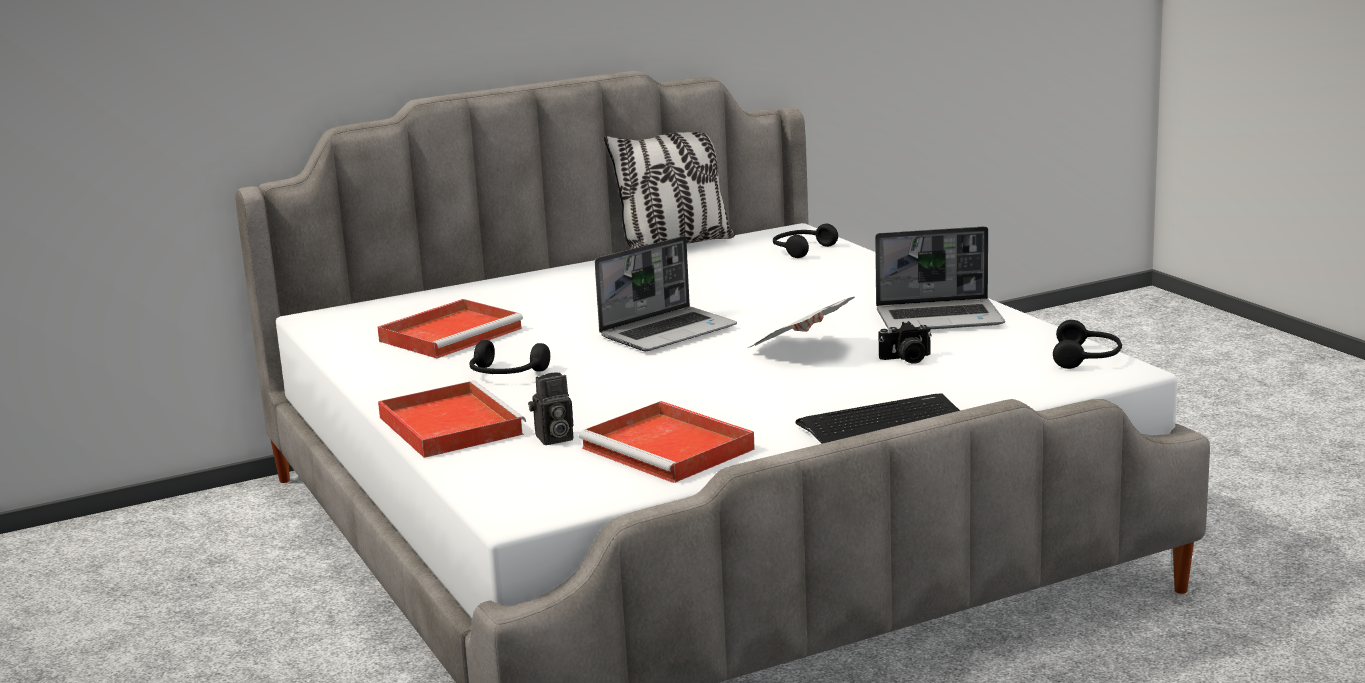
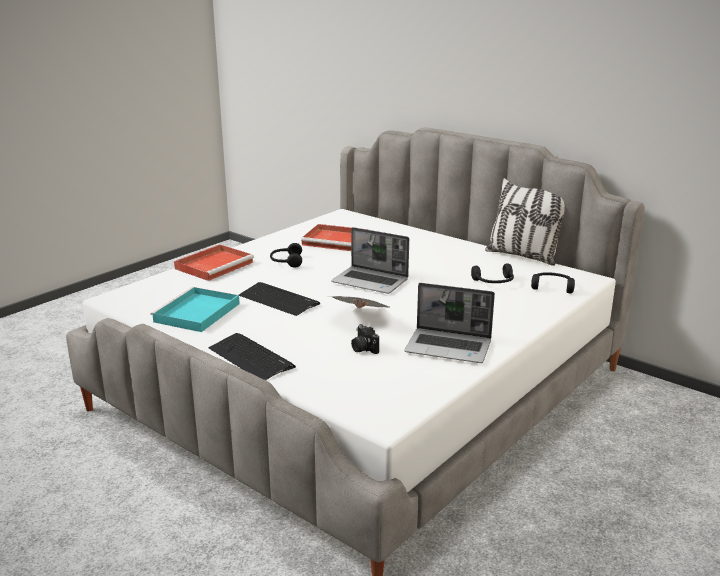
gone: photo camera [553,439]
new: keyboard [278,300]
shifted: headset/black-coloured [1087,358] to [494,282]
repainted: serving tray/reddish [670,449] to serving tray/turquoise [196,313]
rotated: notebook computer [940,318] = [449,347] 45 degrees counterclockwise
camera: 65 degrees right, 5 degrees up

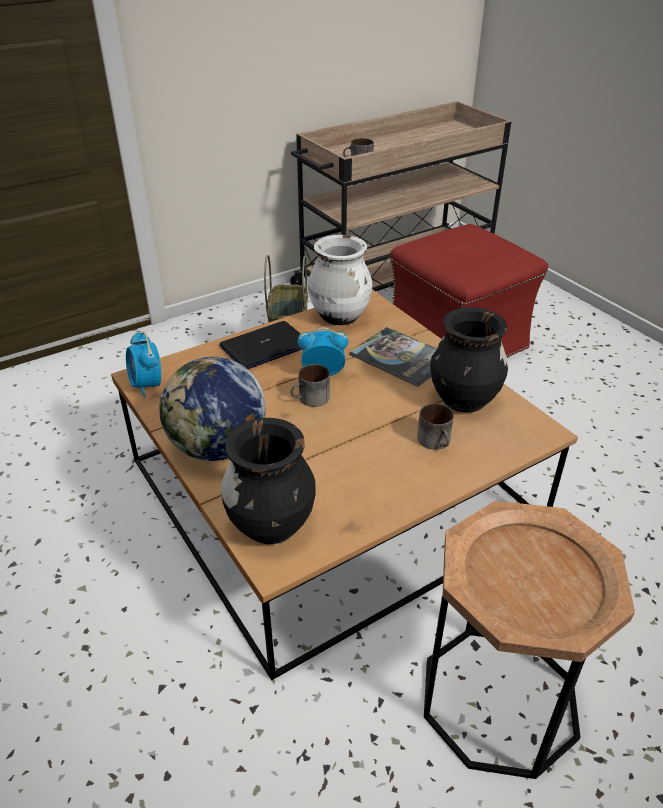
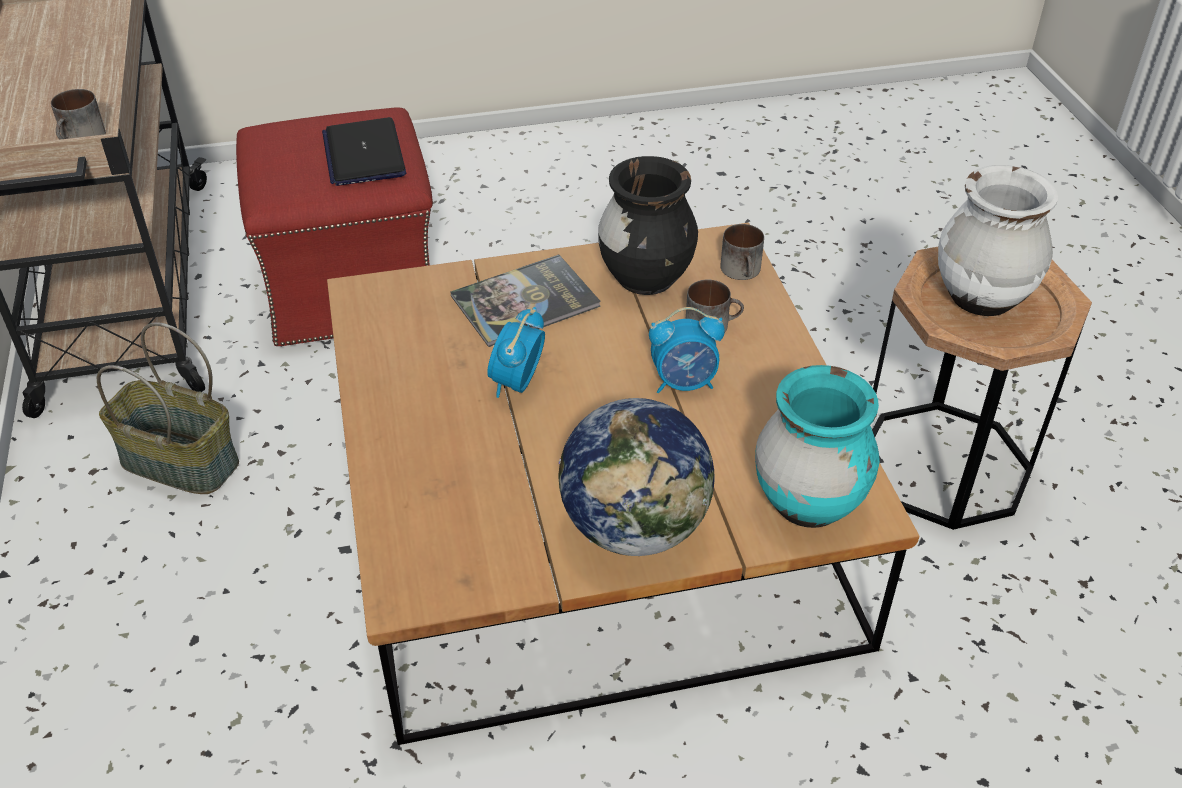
shifted: vase/white-coloured [339,317] to [980,299]; notebook computer [265,346] to [364,154]; alarm clock [147,385] to [684,383]; tea mug [311,399] to [743,271]
repainted: vase/black-coloured [271,525] to vase/turquoise [807,503]
camera: 70 degrees left, 5 degrees up

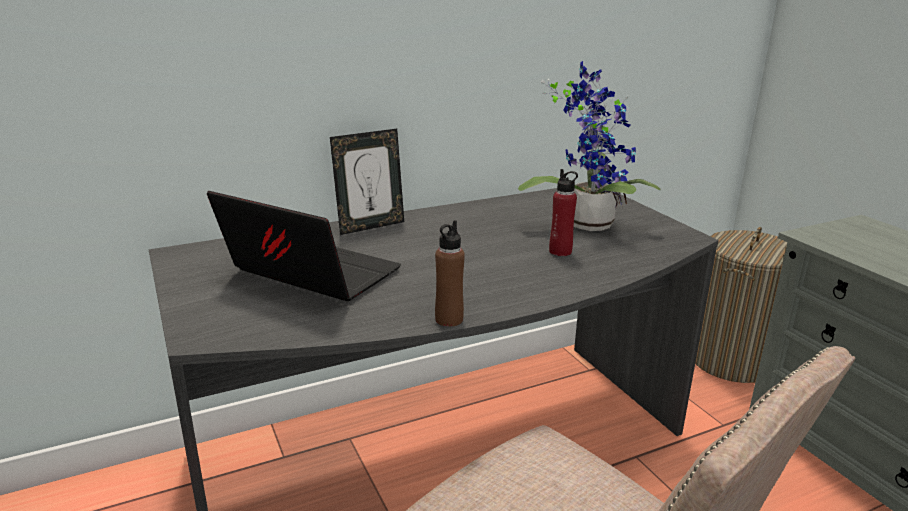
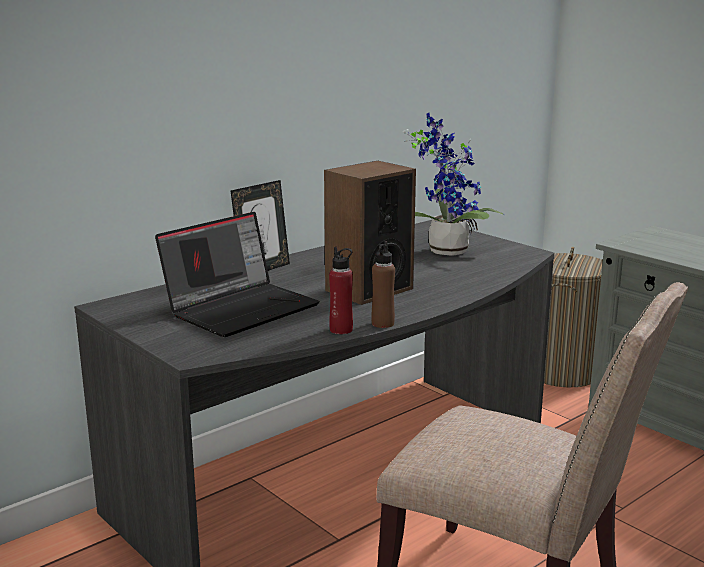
new: loudspeaker [368,289]
shifted: drink bottle/reddish [560,251] to [341,330]
rotated: notebook computer [308,275] = [242,308] 120 degrees clockwise
camera: 15 degrees left, 5 degrees down

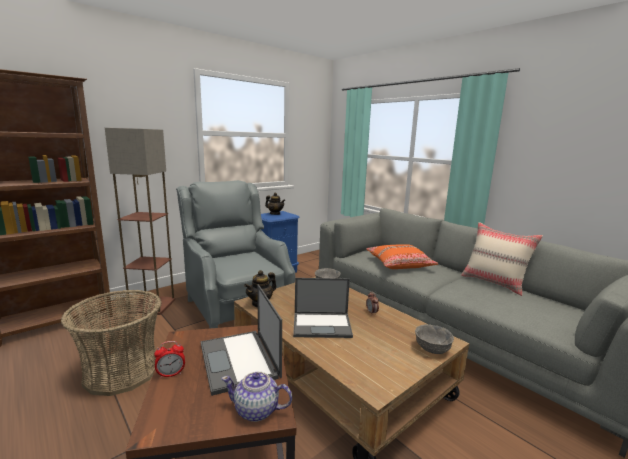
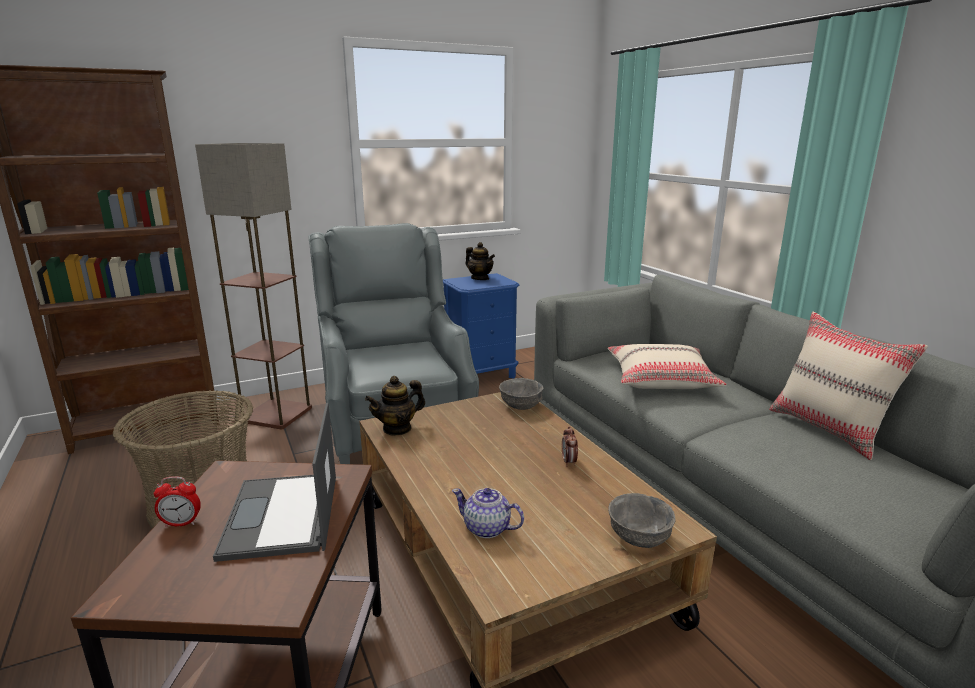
gone: notebook computer [322,325]
shifted: teapot [257,410] to [487,528]
repainted: cushion/orange [399,263] to cushion/beige [661,379]
camera: 15 degrees right, 5 degrees up

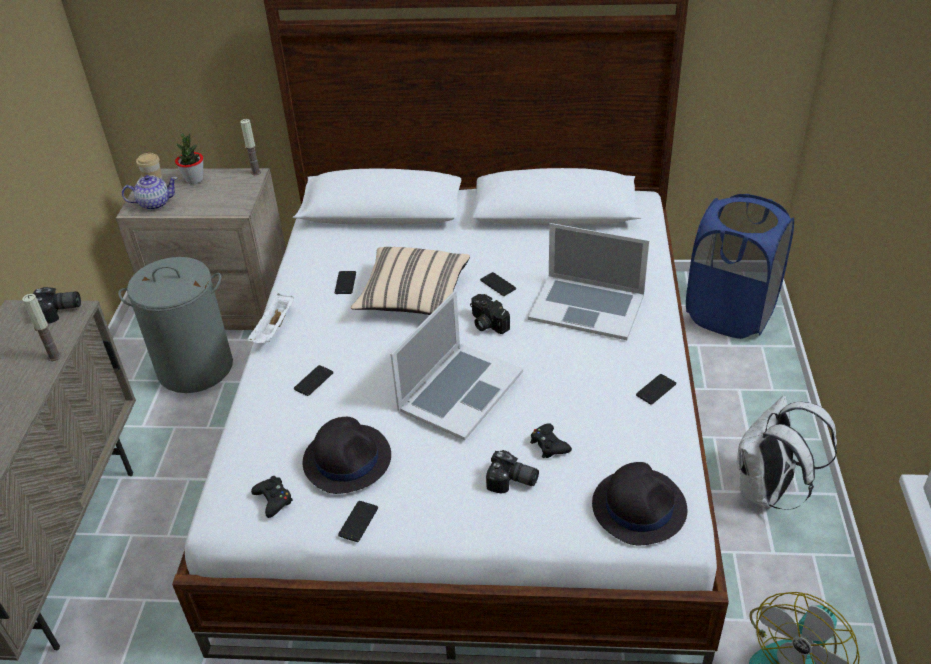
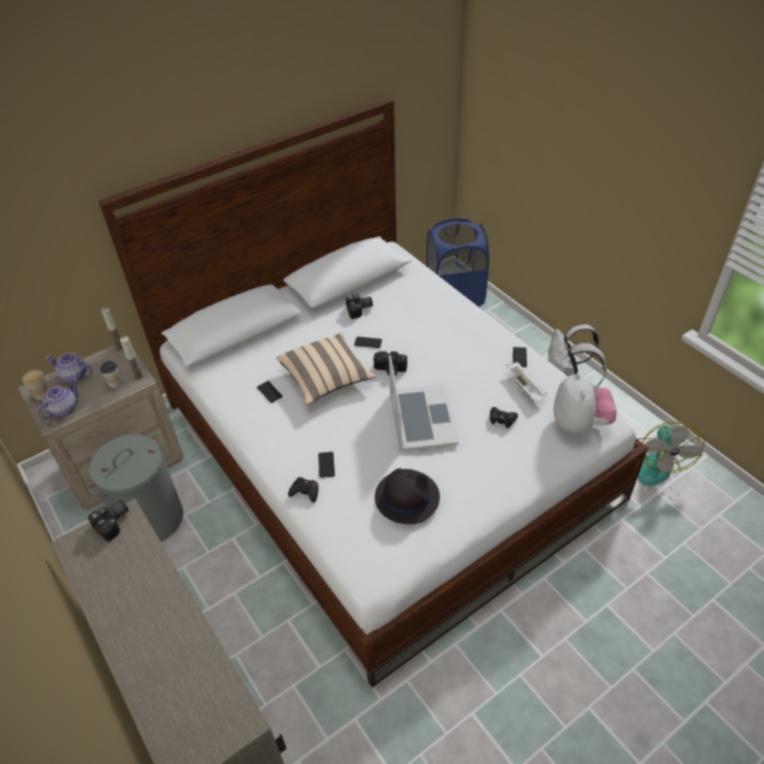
gone: notebook computer [587,306]; phone [358,521]
new: cup [115,383]
shifted: serving tray/white-coloured [274,329] to [525,388]; wax light [54,356] to [138,376]; photo camera [512,482] to [360,310]; game controller/black-coloured [273,500] to [305,492]
swapped: potted plant [194,180] to teapot [74,376]; wearable hat/black-coloured [639,506] to plush toy [579,424]
camera: 40 degrees left, 5 degrees up

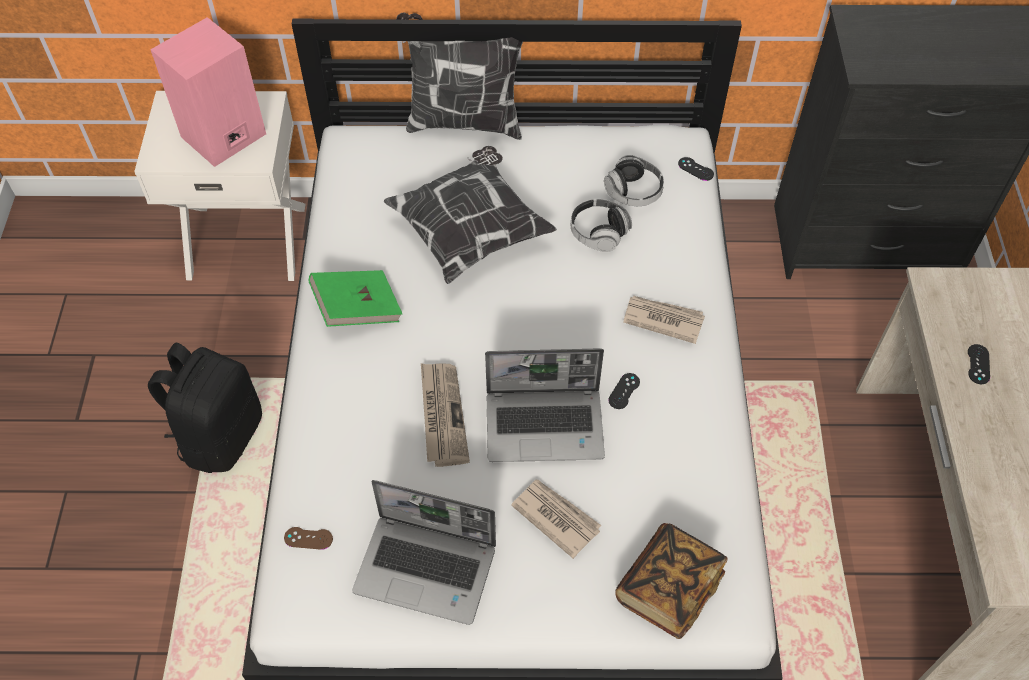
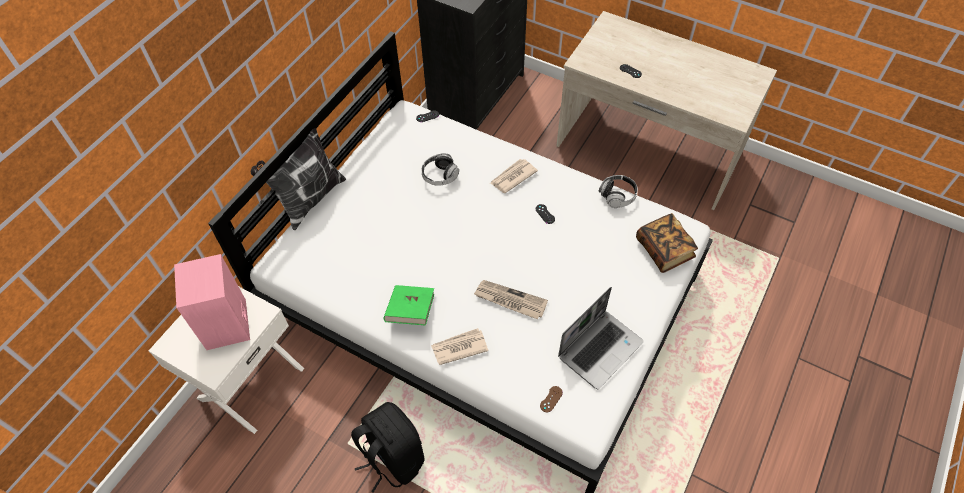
gone: cushion [471,231]; notebook computer [546,425]
shifted: headset [633,192] to [617,196]; printed paper [556,517] to [459,347]
camera: 60 degrees left, 0 degrees up

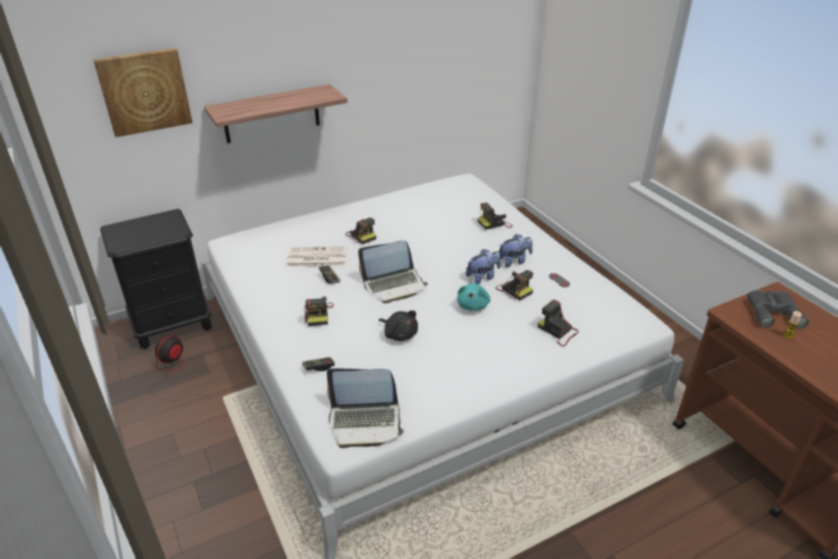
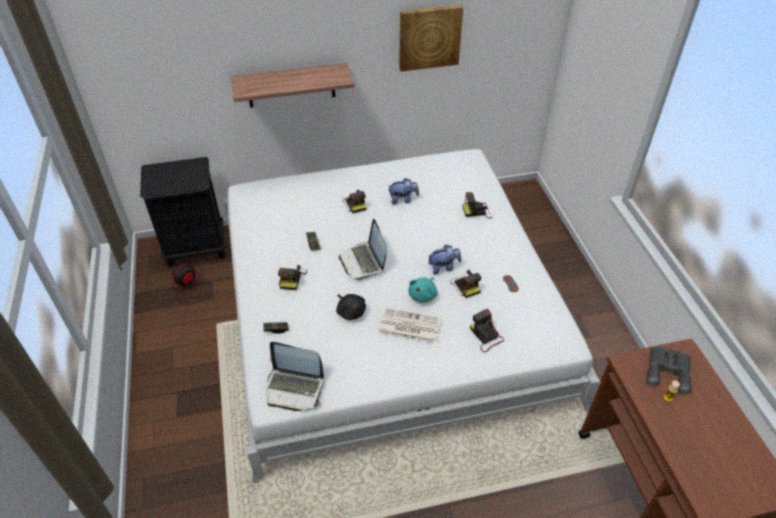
shifted: wall picture [144,91] to [429,37]; plush toy [514,261] to [403,199]; printed paper [316,258] to [408,326]
rotated: notebook computer [394,285] = [364,261] 75 degrees clockwise
camera: 15 degrees right, 10 degrees up

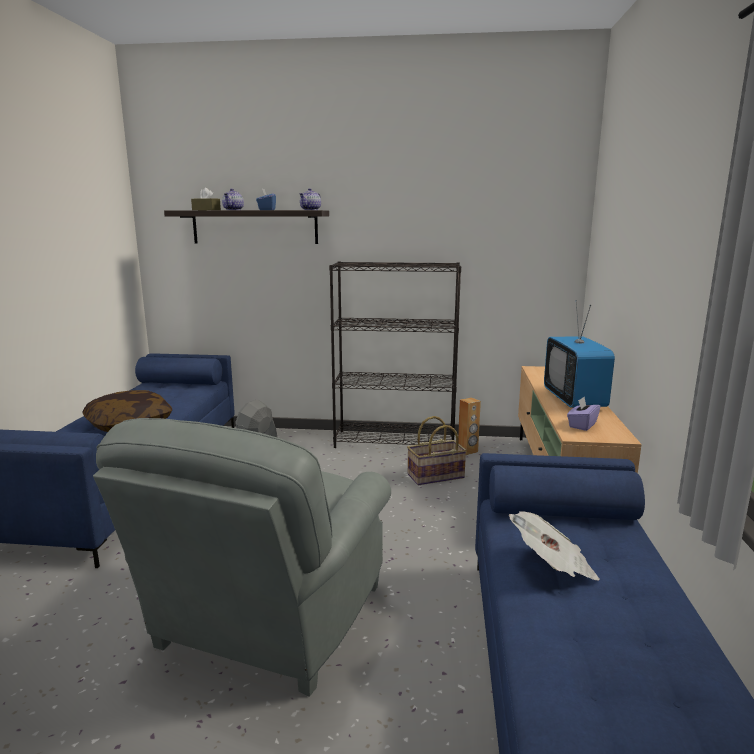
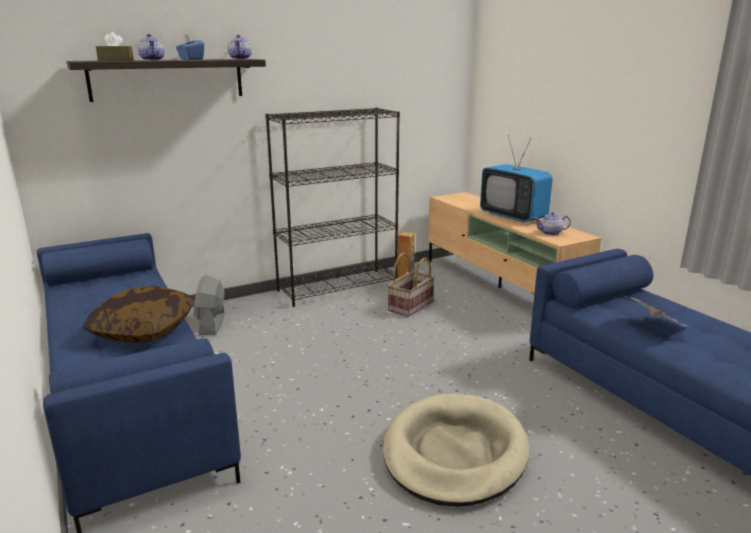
swapped: box of tissues/purplish [582,425] to teapot [550,233]; armchair/grey [266,622] to dog bed/beige [454,453]
camera: 35 degrees left, 5 degrees up

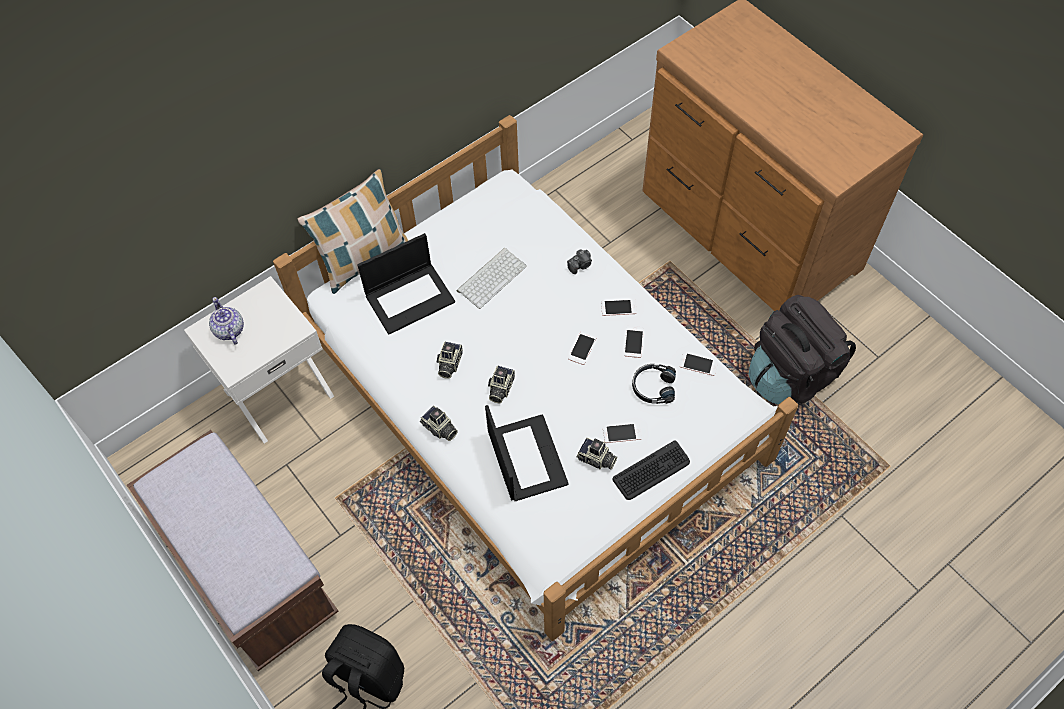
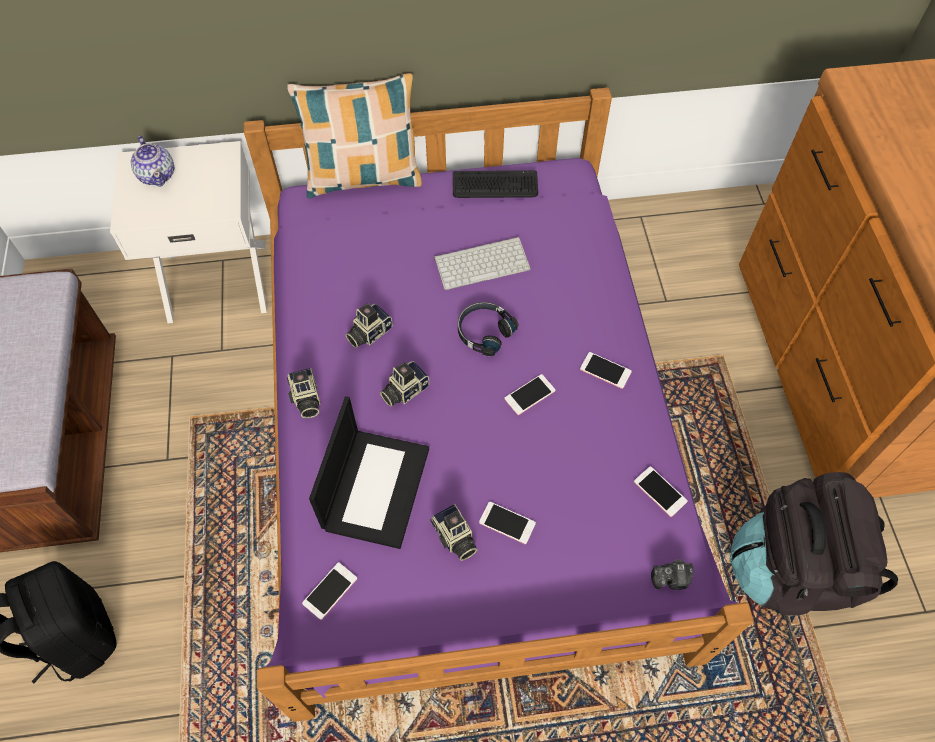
gone: notebook computer [410,297]
shifted: photo camera [580,265] to [671,579]; phone [633,342] to [330,591]; headset/black-coloured [653,387] to [484,331]; keyboard [651,471] to [495,185]
repainted: bedroom bed/white-coloured [533,397] to bedroom bed/purplish [465,425]
rotated: teapot [229,330] = [157,175] 150 degrees clockwise
camera: 30 degrees right, 0 degrees up

